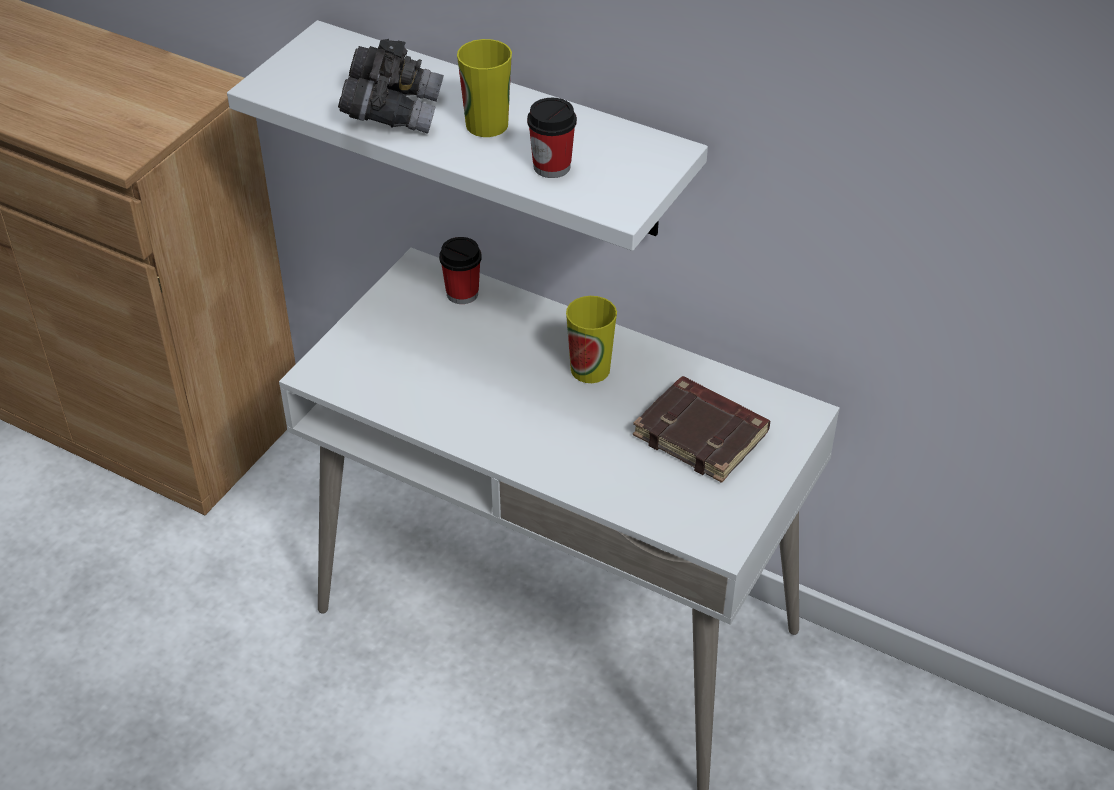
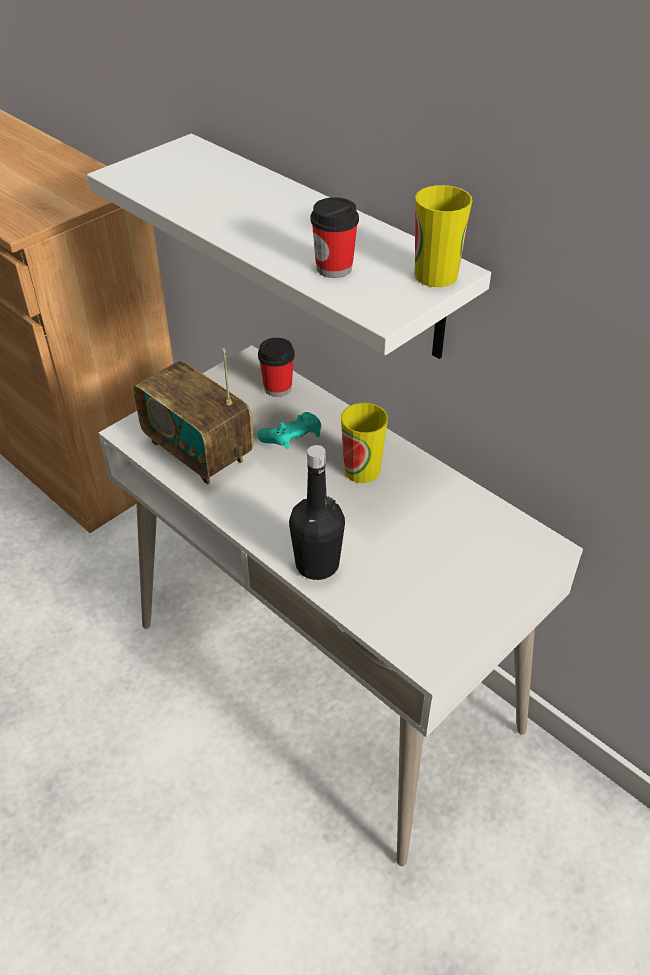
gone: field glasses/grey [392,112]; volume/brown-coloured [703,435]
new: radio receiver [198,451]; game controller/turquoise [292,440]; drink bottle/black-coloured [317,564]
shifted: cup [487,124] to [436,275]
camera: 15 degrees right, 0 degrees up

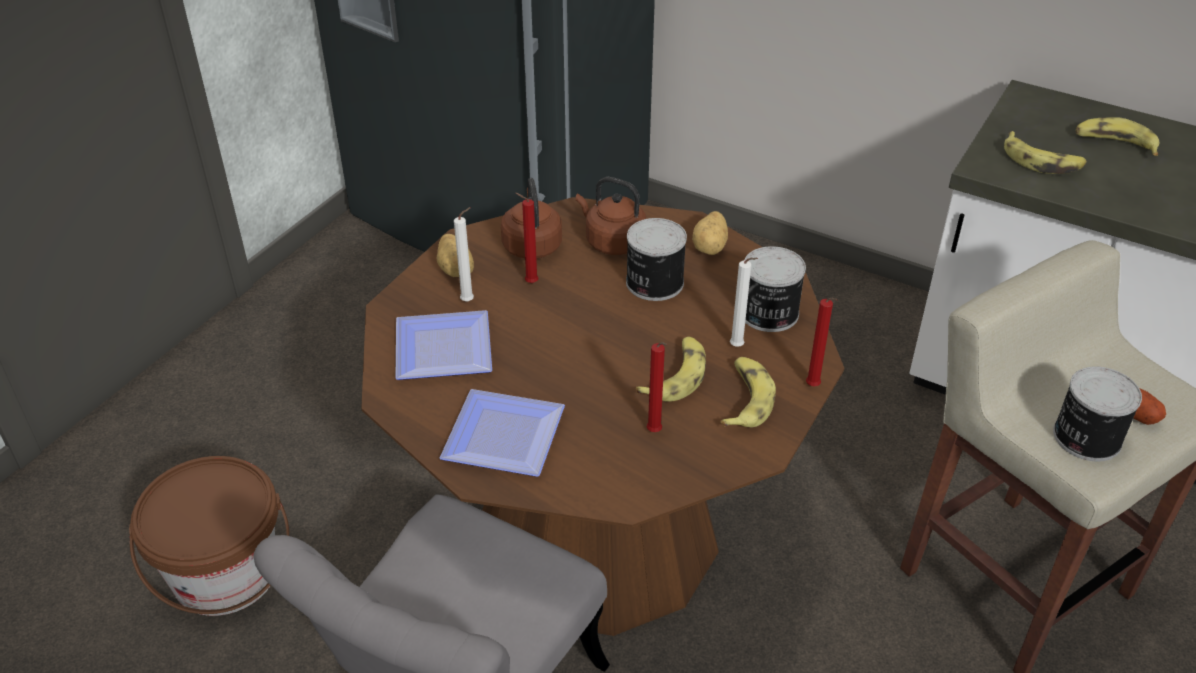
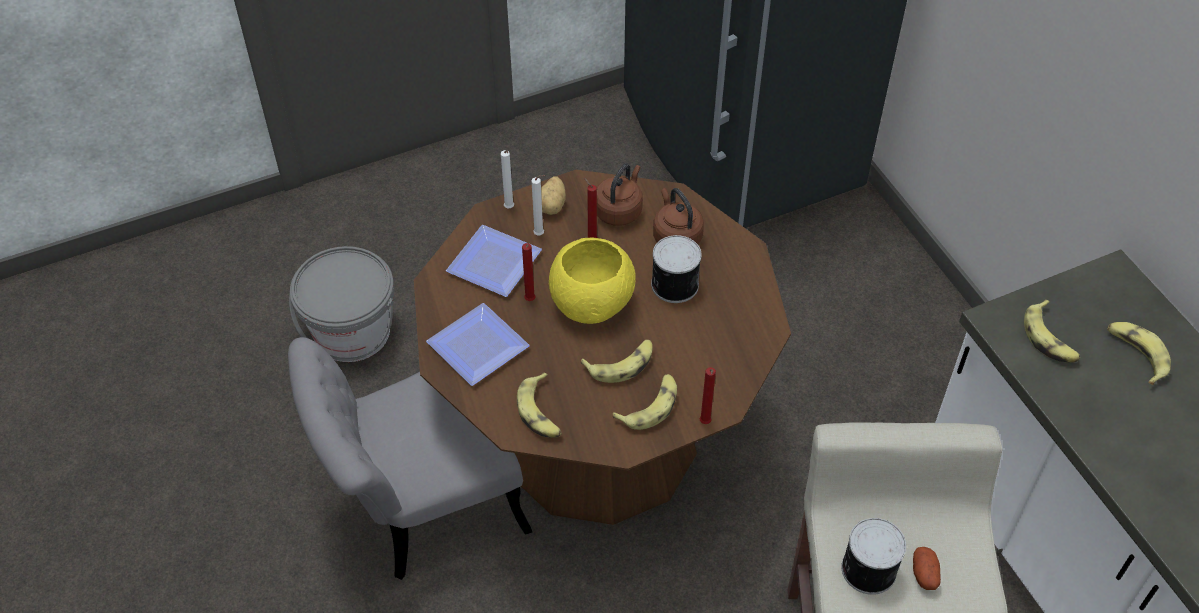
gone: whole potato [711,247]; can [768,313]
new: deep dish/yellowish [592,301]; whole banana [541,412]
shifted: wax light/white-coloured [738,347] to [509,209]; wax light/reddish [655,433] to [529,301]
repainted: water bucket/brown-coloured [225,574] to water bucket/grey [352,332]
camera: 35 degrees right, 10 degrees up

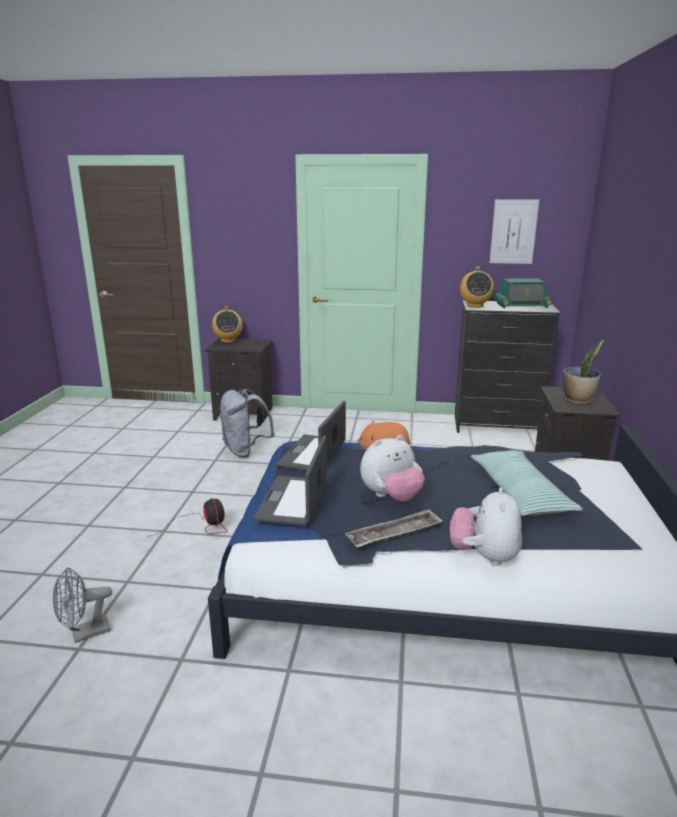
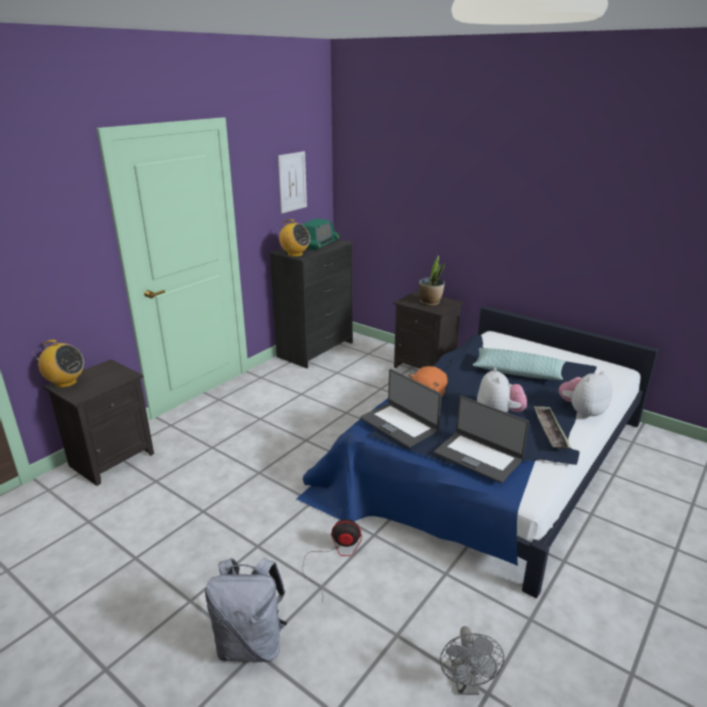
shifted: backpack/grey [245,451] to [251,644]
rotated: plush toy [484,556] = [582,412] 105 degrees clockwise
camera: 60 degrees left, 5 degrees up

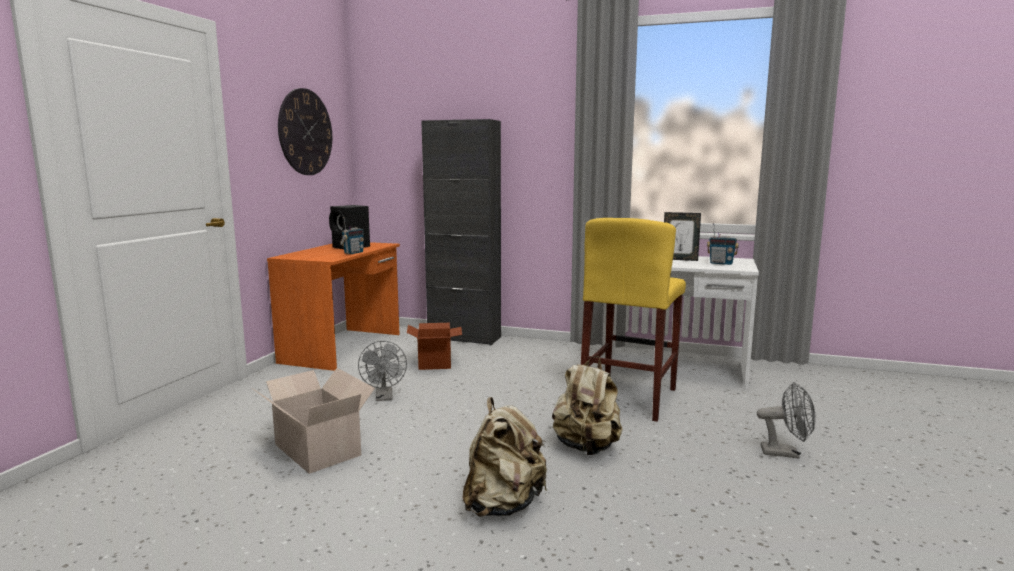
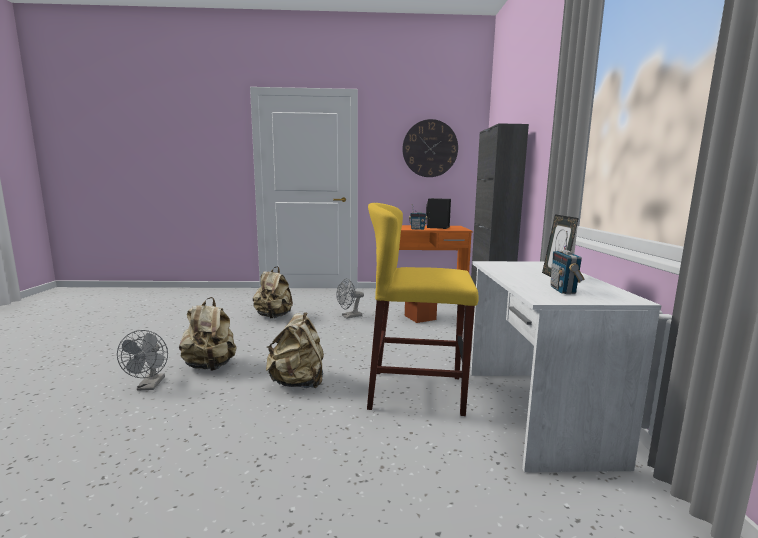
shifted: fan/grey [786,453] to [149,386]
swapped: carton [317,448] to backpack/beige [274,316]
camera: 70 degrees right, 0 degrees up

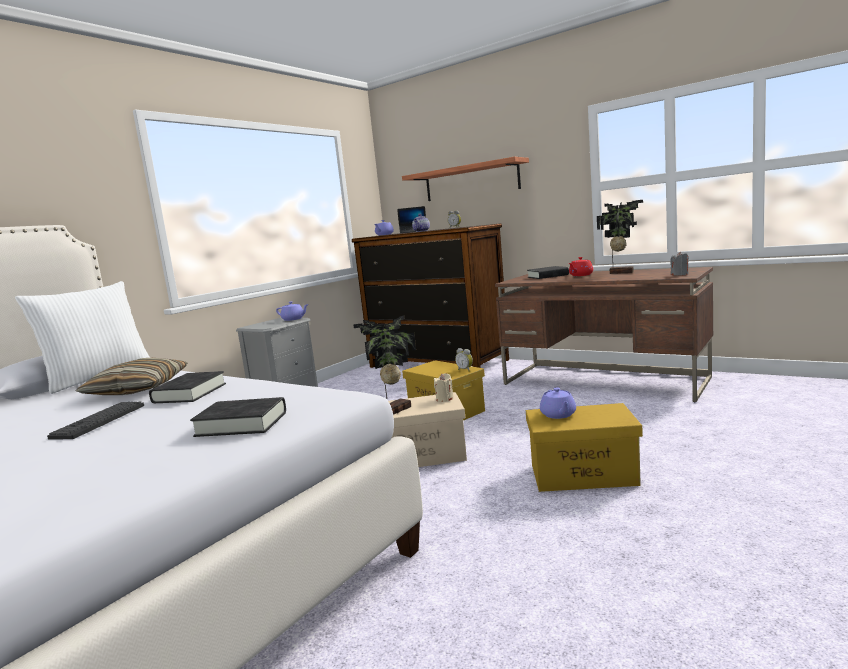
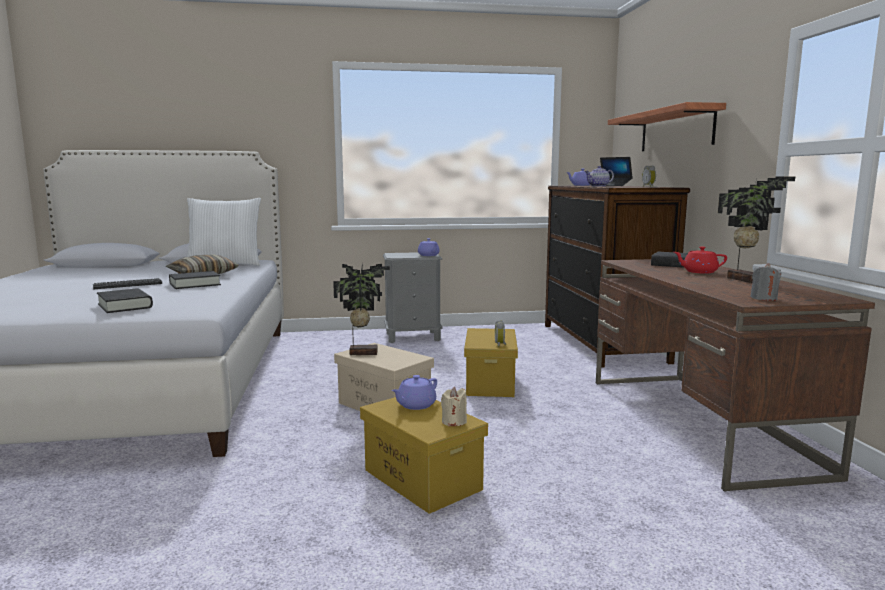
shifted: wax light/beige [444,399] to [454,422]
camera: 45 degrees right, 0 degrees up

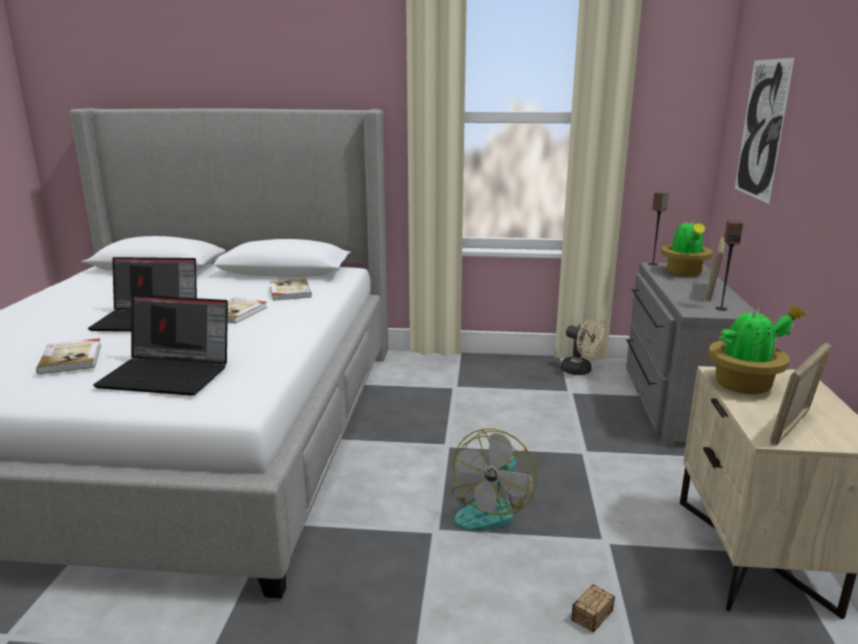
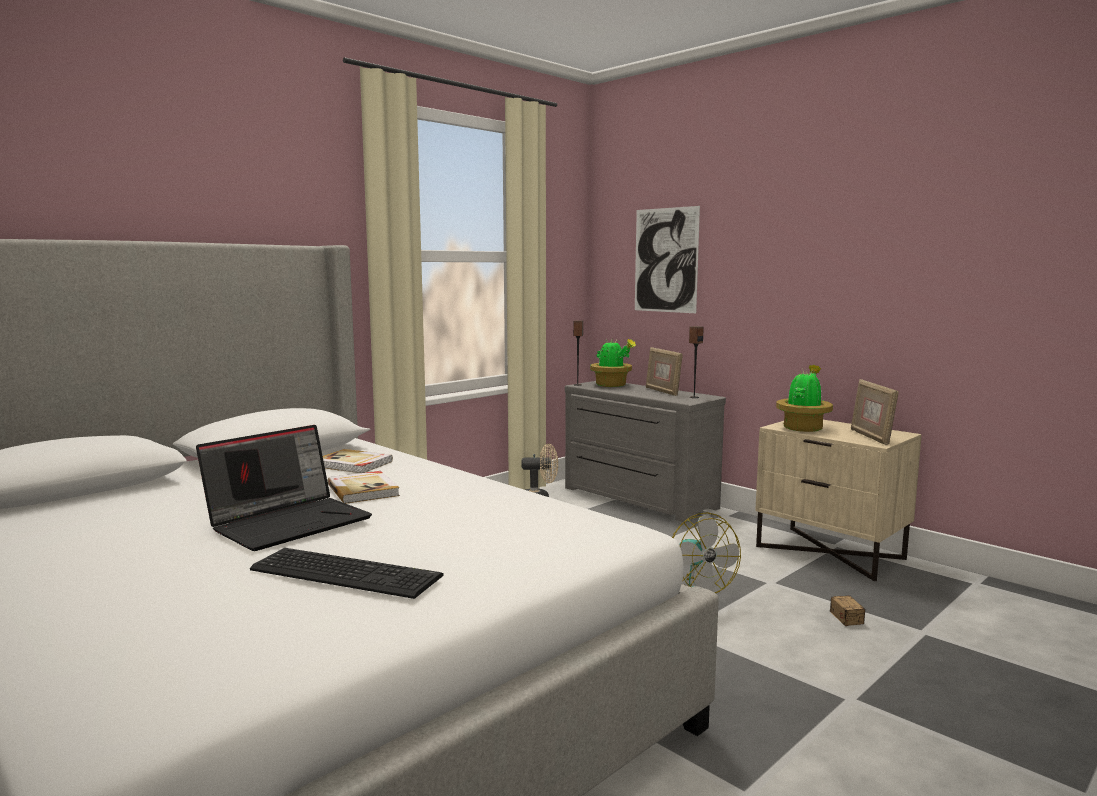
gone: notebook computer [169,374]
swapped: volume [72,358] to keyboard [345,571]
camera: 50 degrees left, 10 degrees down

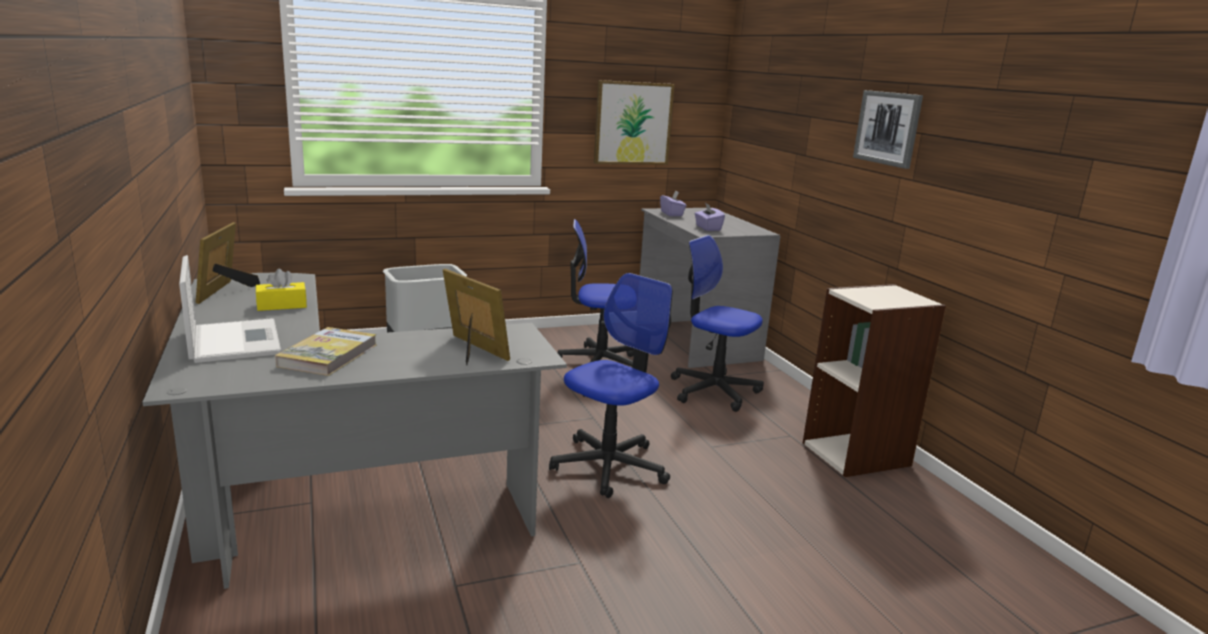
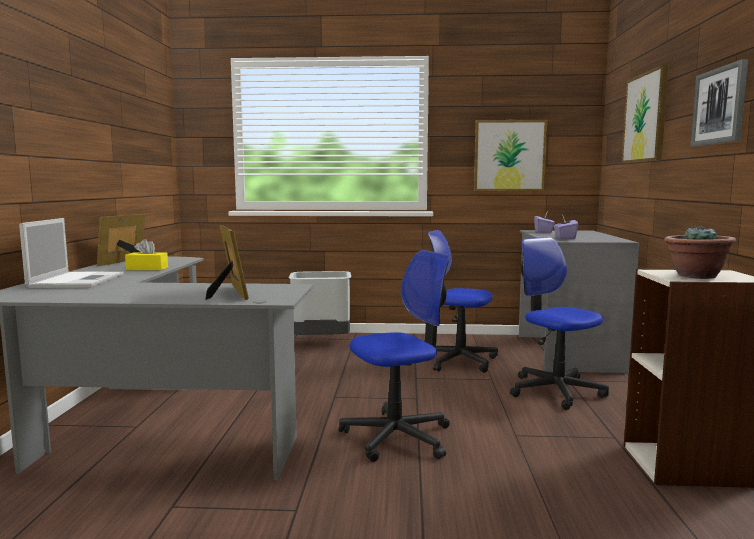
gone: volume [328,355]
new: wall picture [645,118]; potted plant [695,276]
camera: 25 degrees right, 10 degrees down

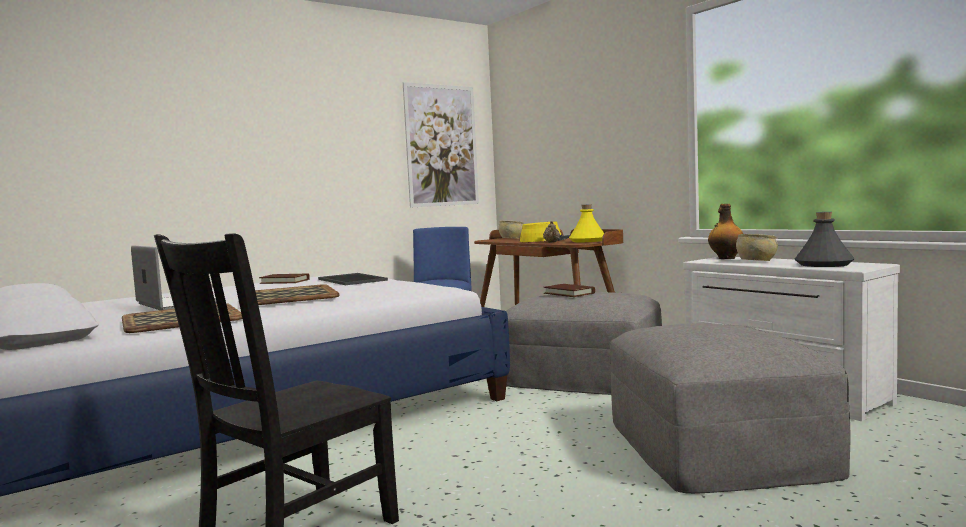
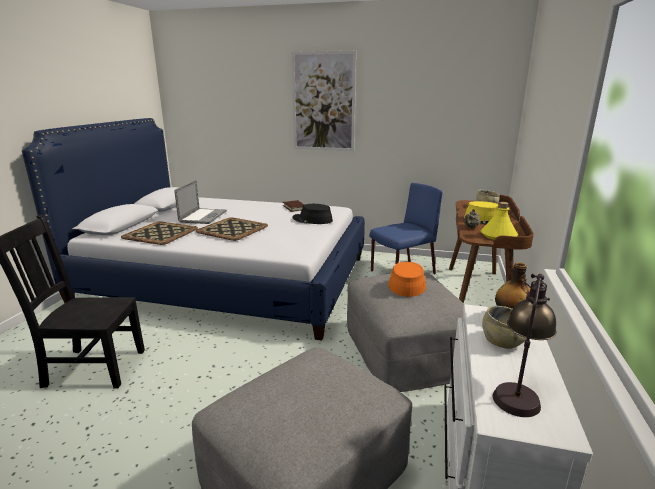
shifted: wall picture [441,145] to [323,102]
swapped: drink bottle/grey [823,264] to table lamp [518,390]; serving tray [353,280] to wearable hat/black-coloured [312,220]; volume/brown-coloured [569,293] to wearable hat/orange [406,284]
camera: 50 degrees right, 15 degrees up

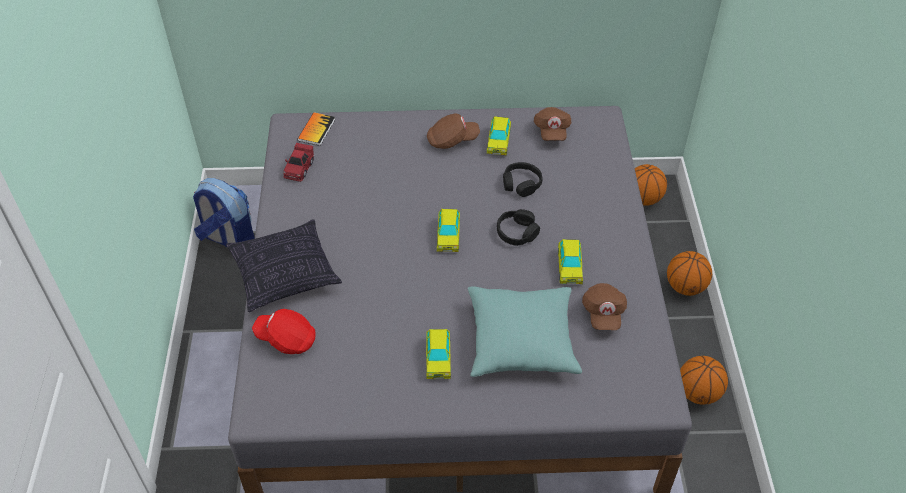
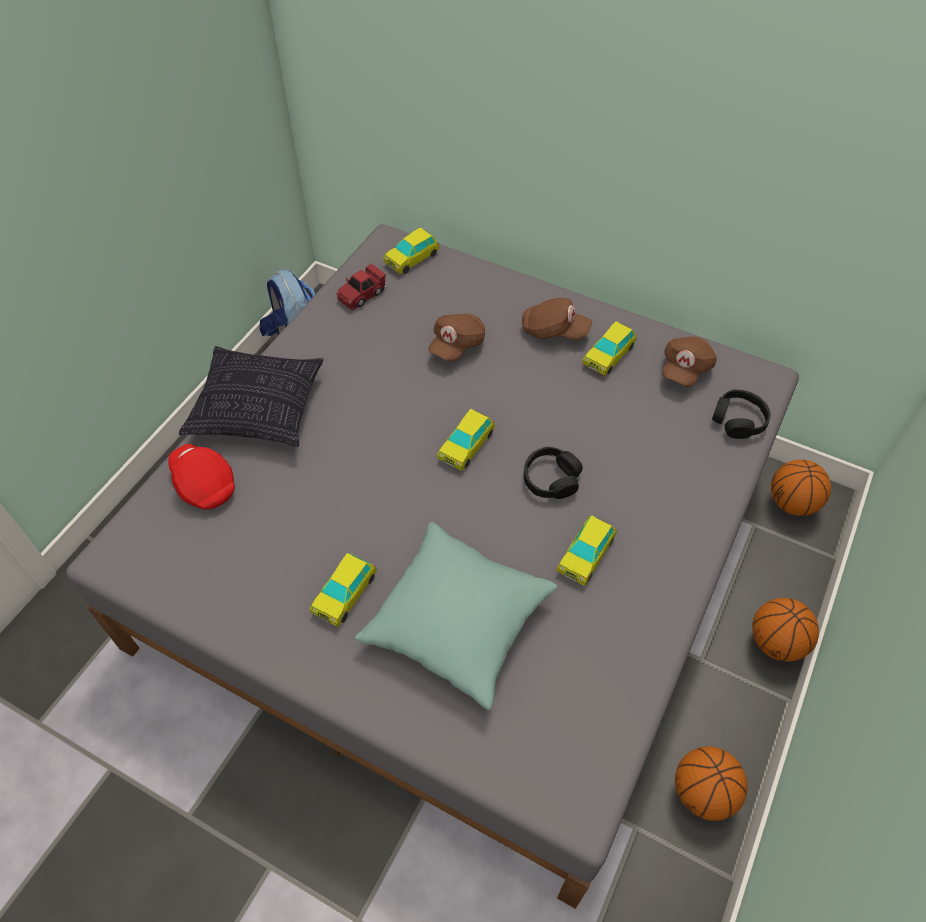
shifted: headset/black-coloured [521,184] to [738,420]; cap/brown-coloured [603,313] to [456,345]
swapped: volume [316,130] to model car [411,259]
camera: 30 degrees right, 5 degrees up

